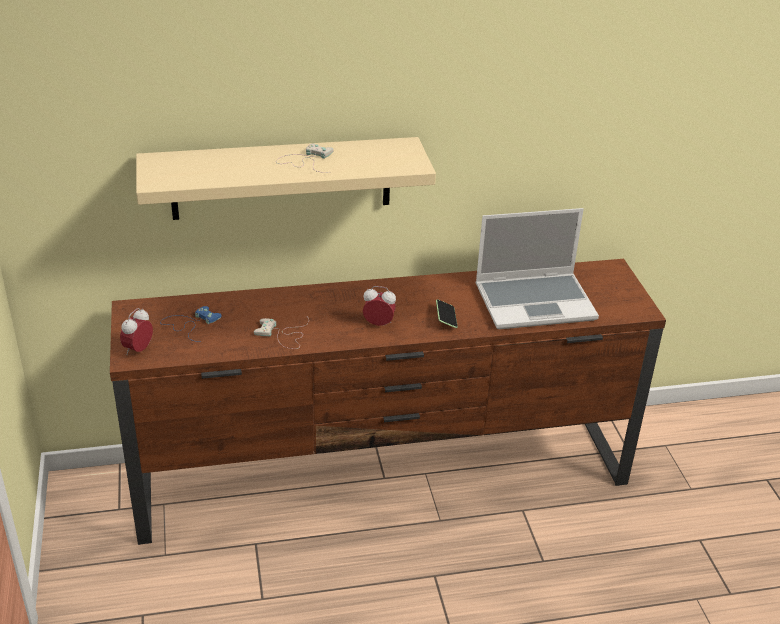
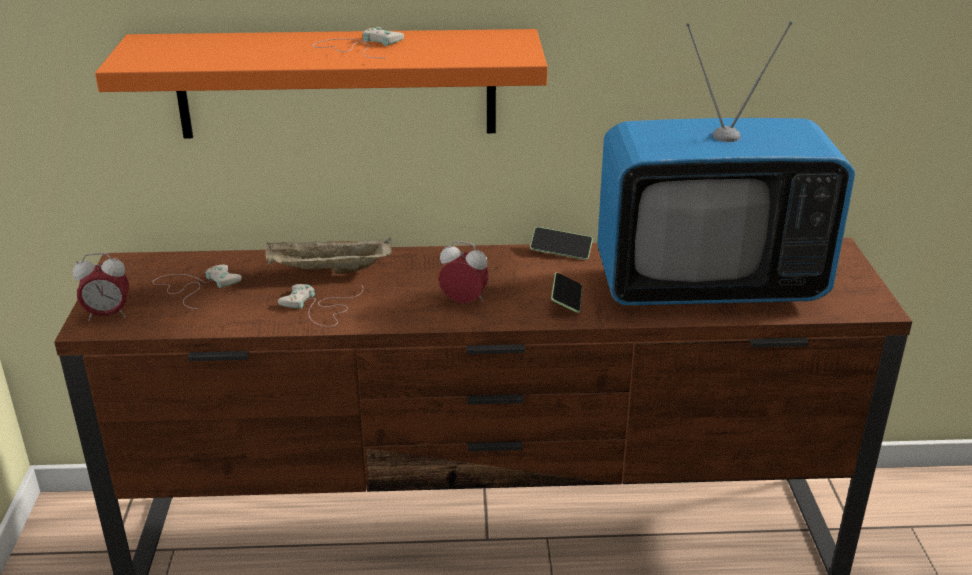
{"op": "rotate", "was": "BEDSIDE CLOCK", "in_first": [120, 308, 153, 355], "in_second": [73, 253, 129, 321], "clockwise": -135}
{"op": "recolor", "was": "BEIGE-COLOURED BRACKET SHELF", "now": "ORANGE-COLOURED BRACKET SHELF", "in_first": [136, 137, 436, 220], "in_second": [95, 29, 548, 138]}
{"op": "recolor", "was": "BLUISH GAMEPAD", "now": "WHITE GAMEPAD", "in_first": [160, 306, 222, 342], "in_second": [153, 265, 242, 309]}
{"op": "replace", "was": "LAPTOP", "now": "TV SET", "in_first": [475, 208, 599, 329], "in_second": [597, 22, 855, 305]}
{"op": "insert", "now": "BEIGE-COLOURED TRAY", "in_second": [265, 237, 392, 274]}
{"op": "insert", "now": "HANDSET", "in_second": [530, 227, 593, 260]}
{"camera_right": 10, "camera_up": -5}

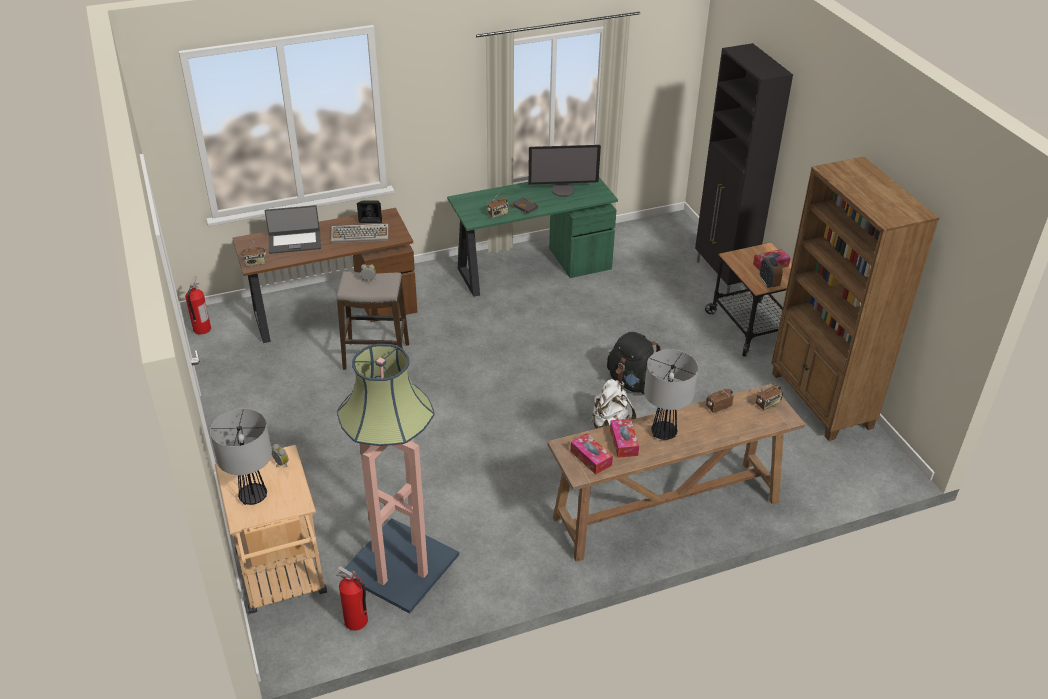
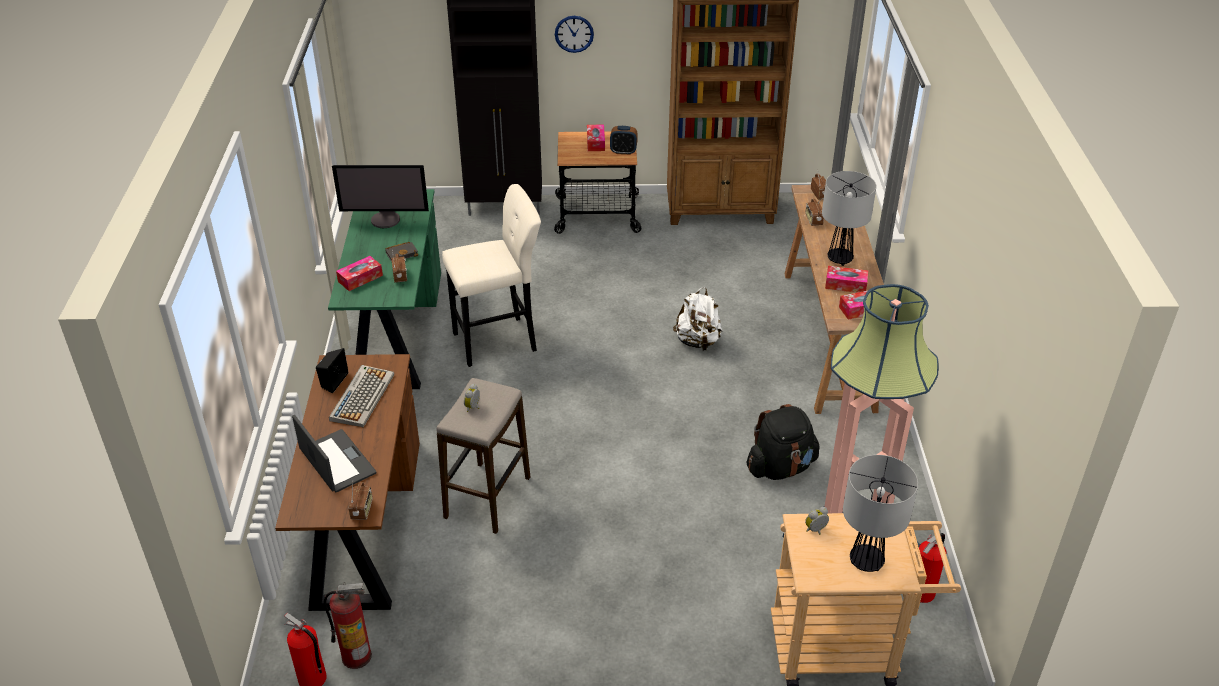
{"op": "rotate", "was": "LAPTOP", "in_first": [265, 205, 321, 254], "in_second": [292, 415, 376, 492], "clockwise": -45}
{"op": "rotate", "was": "COMPUTER SCREEN", "in_first": [528, 145, 601, 197], "in_second": [332, 165, 429, 228], "clockwise": 75}
{"op": "move", "was": "BLACK BACKPACK", "in_first": [607, 332, 661, 394], "in_second": [747, 404, 820, 480]}
{"op": "insert", "now": "FIRE EXTINGUISHER", "in_second": [324, 583, 372, 669]}
{"op": "insert", "now": "TISSUE BOX", "in_second": [336, 256, 383, 291]}
{"op": "insert", "now": "BEIGE-COLOURED STOOL", "in_second": [442, 184, 541, 367]}
{"op": "insert", "now": "CLOCK ON THE WALL", "in_second": [555, 16, 594, 53]}
{"camera_right": -70, "camera_up": 0}

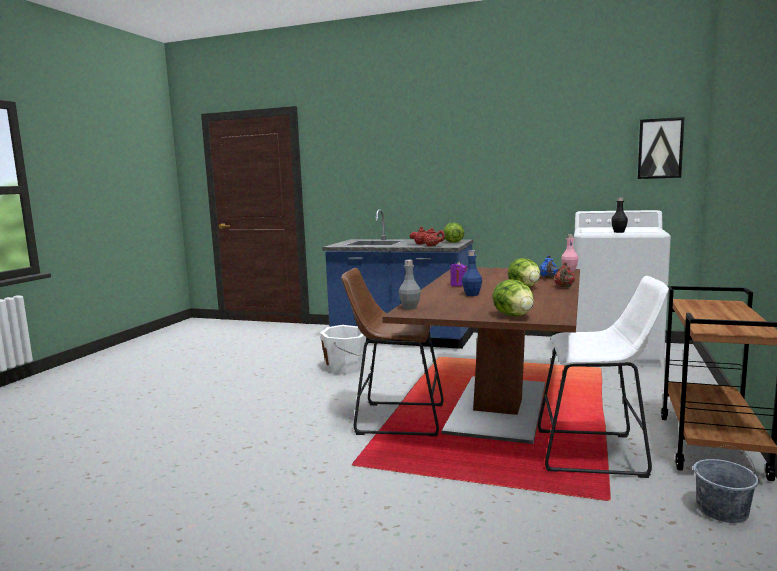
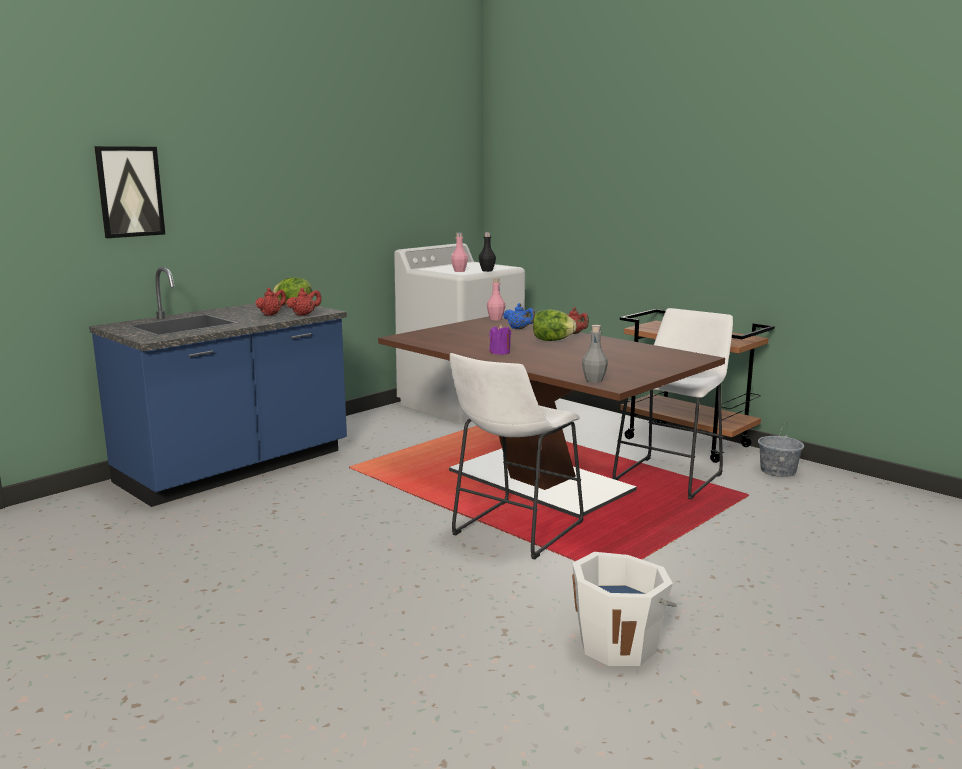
{"op": "move", "was": "WHITE BUCKET", "in_first": [320, 325, 366, 374], "in_second": [572, 552, 677, 666]}
{"op": "recolor", "was": "BROWNISH STOOL", "now": "WHITE STOOL", "in_first": [341, 268, 444, 436], "in_second": [450, 353, 584, 559]}
{"op": "delete", "was": "BLUISH BEVERAGE BOTTLE", "in_first": [462, 250, 482, 296]}
{"op": "delete", "was": "LETTUCE HEAD", "in_first": [492, 279, 534, 316]}
{"op": "move", "was": "WALL PICTURE", "in_first": [637, 117, 685, 179], "in_second": [94, 146, 165, 238]}
{"op": "insert", "now": "PINKISH BEVERAGE BOTTLE", "in_second": [451, 233, 468, 272]}
{"camera_right": -65, "camera_up": 5}

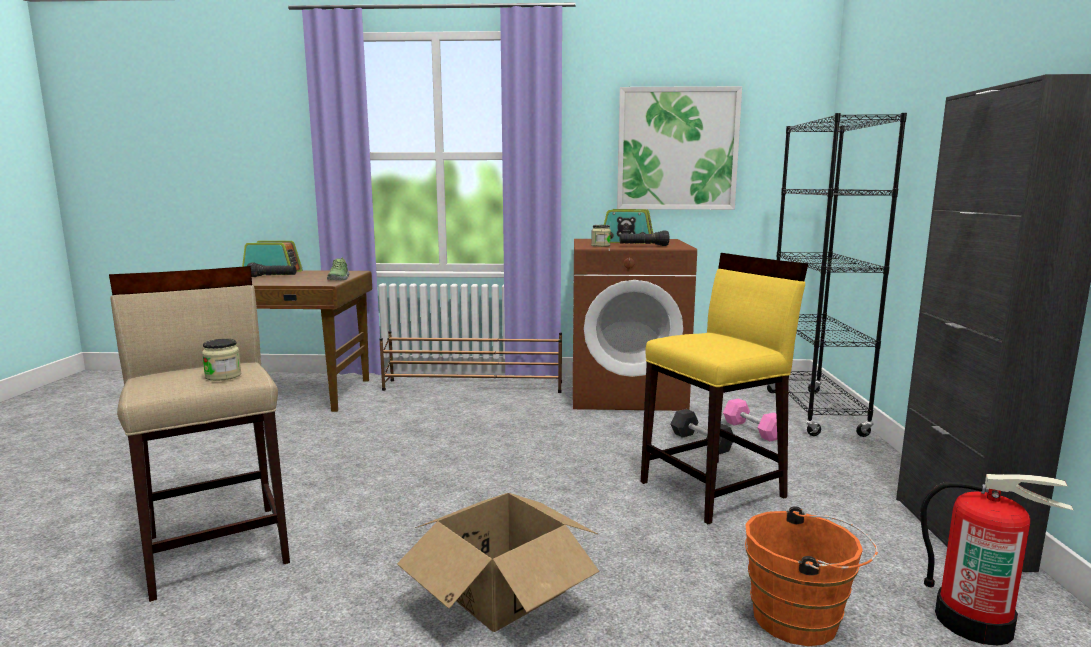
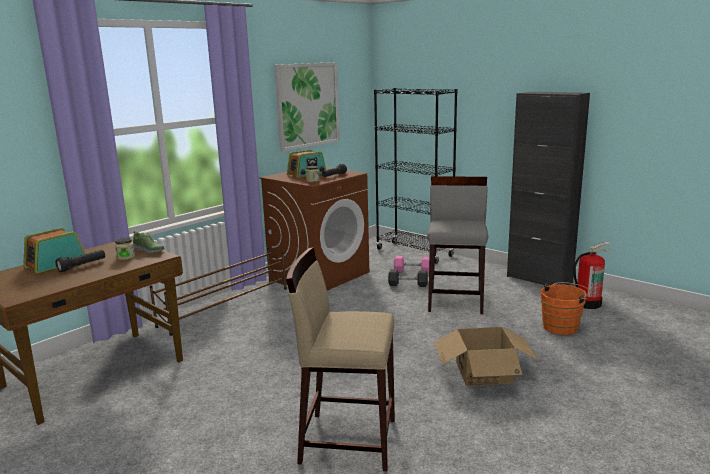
{"op": "move", "was": "PRESERVE JAR", "in_first": [202, 339, 241, 381], "in_second": [115, 238, 135, 260]}
{"op": "recolor", "was": "YELLOW STOOL", "now": "GREY STOOL", "in_first": [641, 253, 808, 524], "in_second": [427, 176, 488, 314]}
{"camera_right": -50, "camera_up": 5}

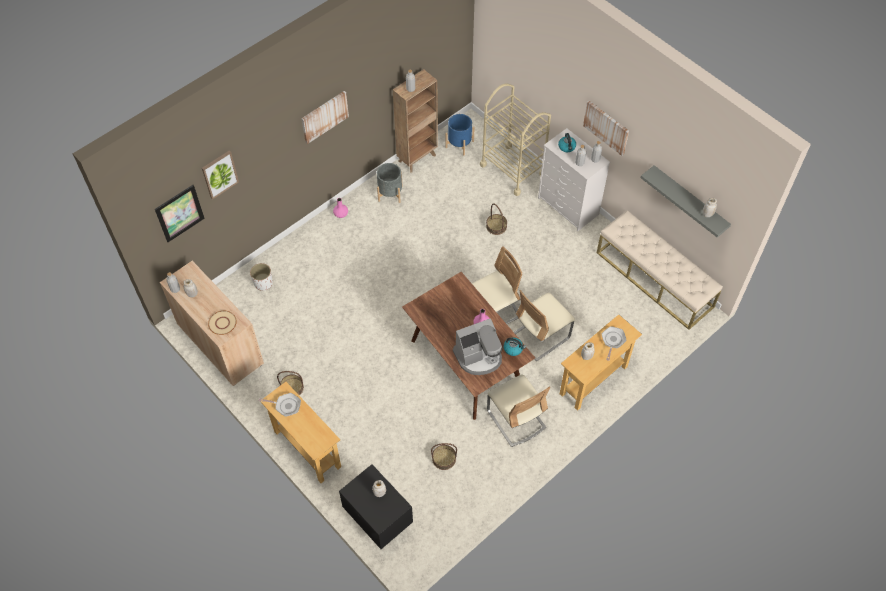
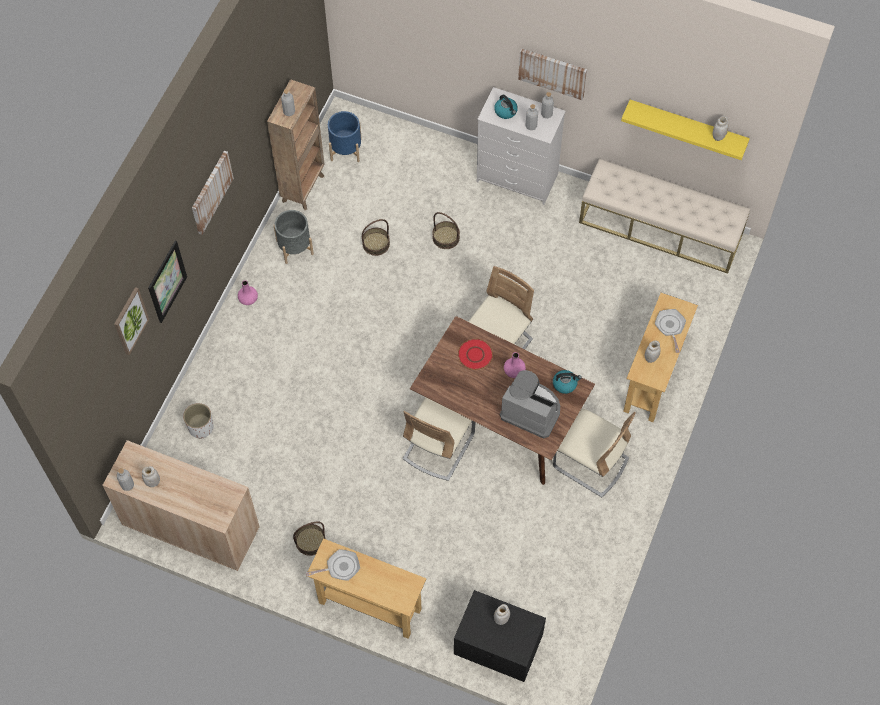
{"op": "move", "was": "WALL PICTURE", "in_first": [155, 185, 204, 242], "in_second": [148, 241, 187, 323]}
{"op": "delete", "was": "BEIGE-COLOURED DINNER PLATE", "in_first": [208, 311, 237, 335]}
{"op": "move", "was": "STORAGE BASKET", "in_first": [431, 443, 457, 470], "in_second": [362, 219, 390, 256]}
{"op": "rotate", "was": "COFFEE BREWER", "in_first": [453, 318, 503, 375], "in_second": [500, 370, 560, 439], "clockwise": -105}
{"op": "delete", "was": "BEIGE-COLOURED WHEELED CART", "in_first": [480, 83, 551, 196]}
{"op": "move", "was": "BEIGE-COLOURED CHAIR", "in_first": [514, 290, 575, 361], "in_second": [403, 397, 475, 481]}
{"op": "recolor", "was": "GREY BRACKET SHELF", "now": "YELLOW BRACKET SHELF", "in_first": [640, 165, 731, 237], "in_second": [621, 100, 750, 160]}
{"op": "insert", "now": "RED-COLOURED DINNER PLATE", "in_second": [458, 339, 493, 370]}
{"camera_right": -25, "camera_up": 5}

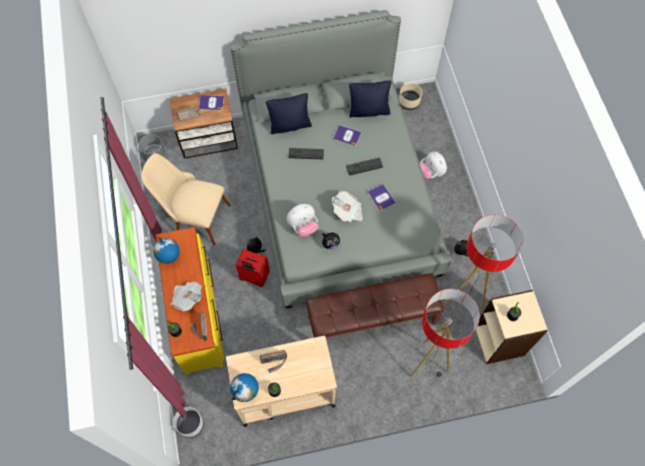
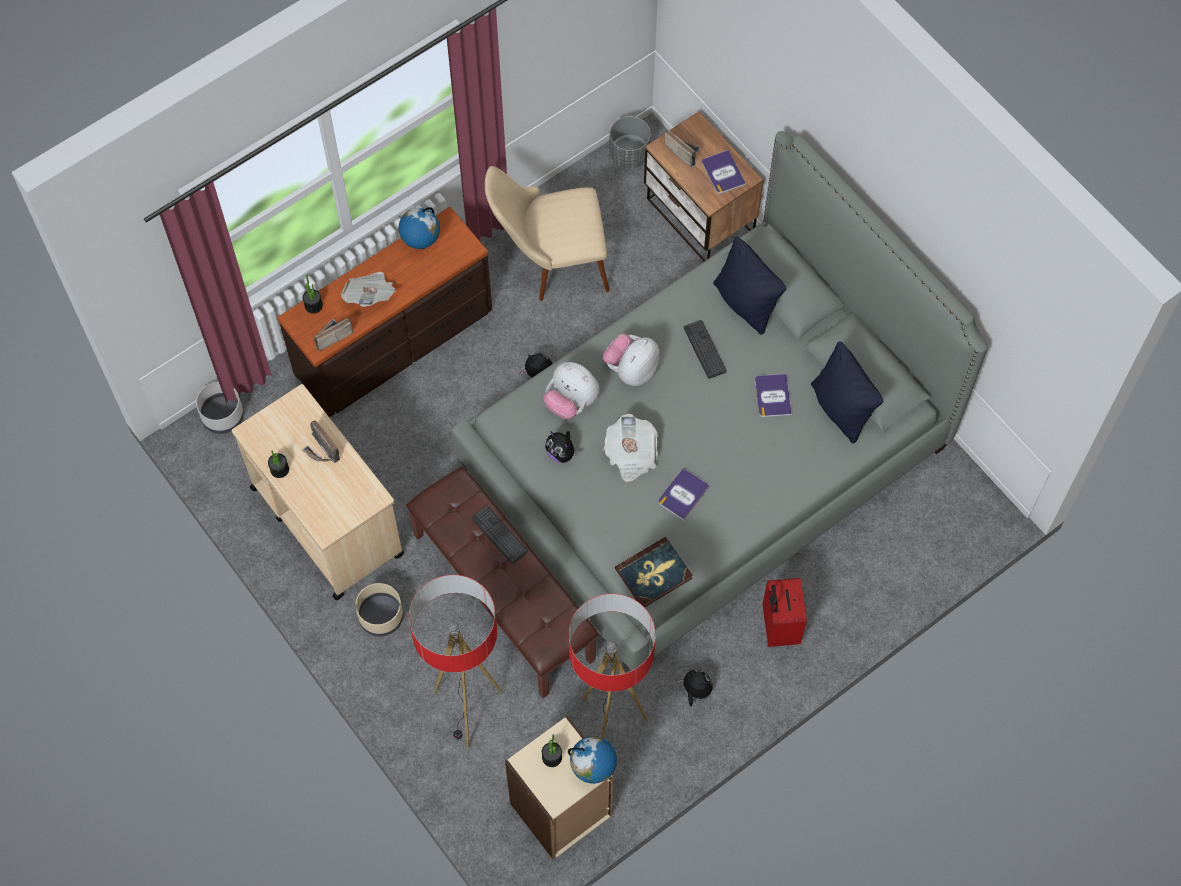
{"op": "rotate", "was": "BEIGE-COLOURED CHAIR", "in_first": [141, 153, 231, 245], "in_second": [485, 166, 609, 301], "clockwise": -90}
{"op": "recolor", "was": "YELLOW DRESSER", "now": "BROWNISH DRESSER", "in_first": [155, 227, 224, 374], "in_second": [277, 207, 492, 418]}
{"op": "move", "was": "WORLD GLOBE", "in_first": [230, 373, 259, 402], "in_second": [568, 736, 617, 784]}
{"op": "move", "was": "RED-COLOURED SUITCASE", "in_first": [236, 249, 269, 287], "in_second": [763, 578, 807, 647]}
{"op": "move", "was": "KEYBOARD", "in_first": [346, 158, 383, 176], "in_second": [472, 506, 528, 564]}
{"op": "move", "was": "BEIGE-COLOURED PLANTER", "in_first": [399, 83, 422, 110], "in_second": [355, 583, 403, 636]}
{"op": "move", "was": "SOFT TOY", "in_first": [420, 151, 447, 179], "in_second": [603, 334, 660, 386]}
{"op": "insert", "now": "BOOK", "in_second": [615, 537, 693, 607]}
{"camera_right": 65, "camera_up": 0}

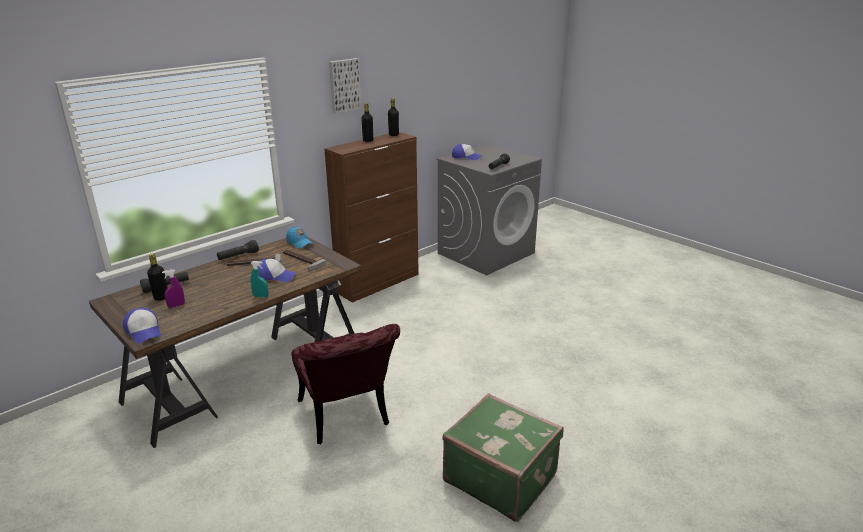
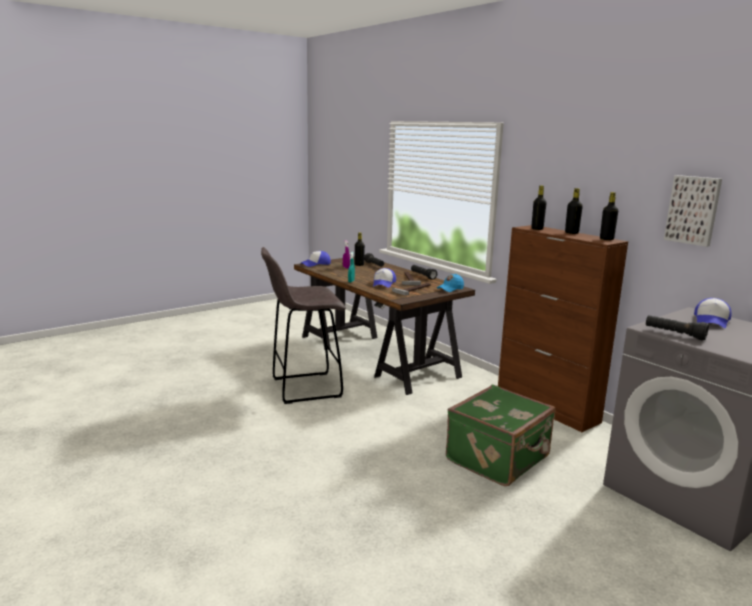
{"op": "replace", "was": "RED-COLOURED CHAIR", "now": "GREY STOOL", "in_first": [291, 324, 400, 444], "in_second": [261, 247, 346, 404]}
{"op": "move", "was": "WALL PICTURE", "in_first": [329, 58, 362, 114], "in_second": [664, 175, 722, 247]}
{"op": "move", "was": "GREEN SUITCASE", "in_first": [442, 394, 563, 522], "in_second": [446, 385, 556, 486]}
{"op": "insert", "now": "BLACK BEVERAGE BOTTLE", "in_second": [531, 186, 546, 230]}
{"camera_right": 95, "camera_up": -10}

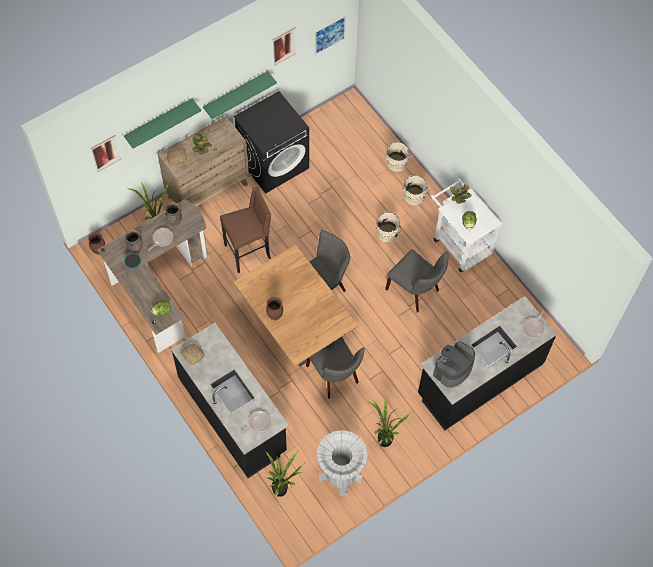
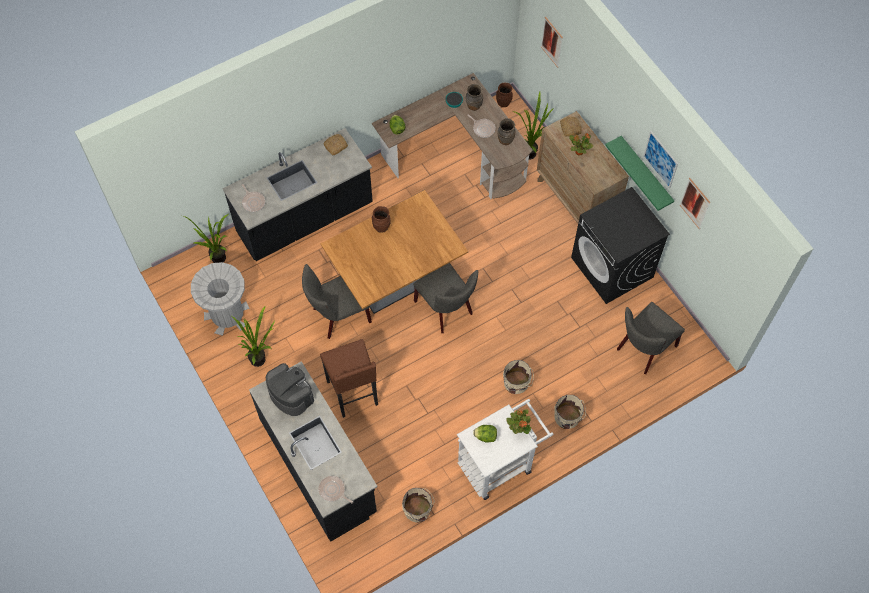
{"op": "delete", "was": "GREEN BRACKET SHELF", "in_first": [124, 98, 201, 149]}
{"op": "move", "was": "BROWNISH STOOL", "in_first": [220, 187, 271, 273], "in_second": [320, 339, 378, 418]}
{"op": "move", "was": "WALL PICTURE", "in_first": [315, 15, 346, 55], "in_second": [643, 131, 678, 189]}
{"op": "move", "was": "GREY CHAIR", "in_first": [385, 249, 448, 312], "in_second": [617, 302, 685, 374]}
{"op": "move", "was": "BEIGE-COLOURED BUCKET", "in_first": [386, 142, 411, 172], "in_second": [402, 488, 435, 523]}
{"camera_right": 95, "camera_up": 0}

